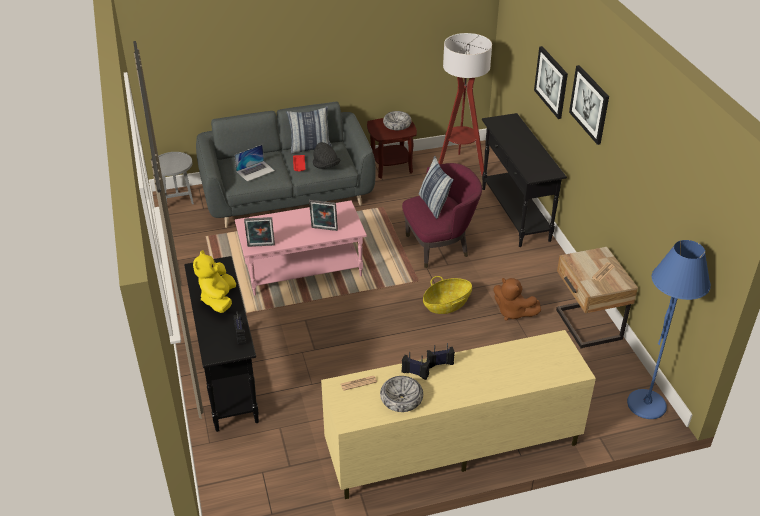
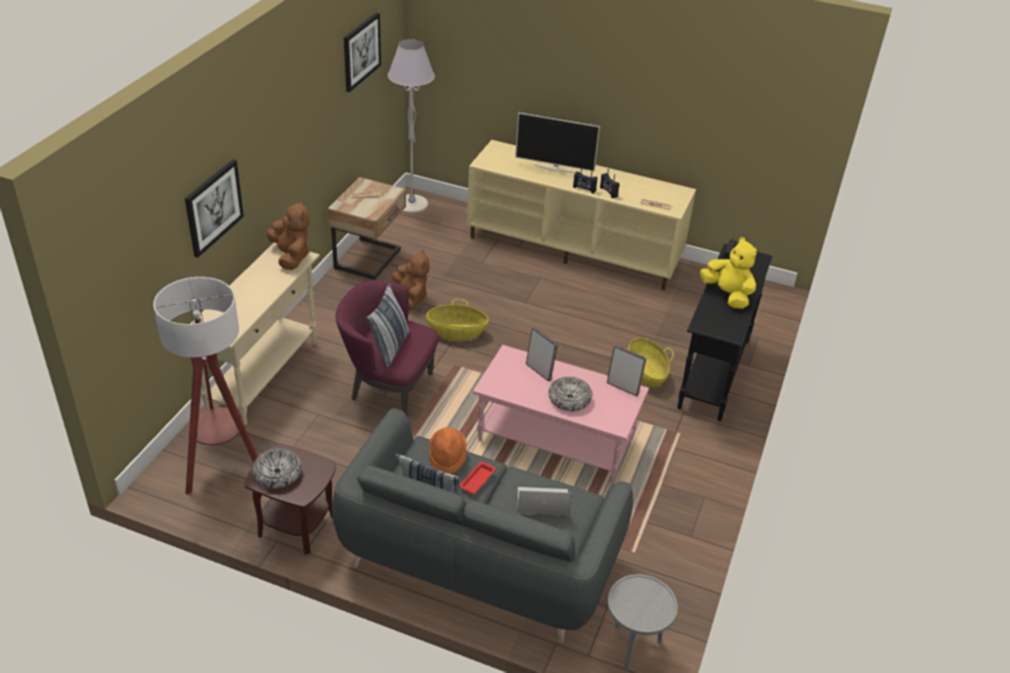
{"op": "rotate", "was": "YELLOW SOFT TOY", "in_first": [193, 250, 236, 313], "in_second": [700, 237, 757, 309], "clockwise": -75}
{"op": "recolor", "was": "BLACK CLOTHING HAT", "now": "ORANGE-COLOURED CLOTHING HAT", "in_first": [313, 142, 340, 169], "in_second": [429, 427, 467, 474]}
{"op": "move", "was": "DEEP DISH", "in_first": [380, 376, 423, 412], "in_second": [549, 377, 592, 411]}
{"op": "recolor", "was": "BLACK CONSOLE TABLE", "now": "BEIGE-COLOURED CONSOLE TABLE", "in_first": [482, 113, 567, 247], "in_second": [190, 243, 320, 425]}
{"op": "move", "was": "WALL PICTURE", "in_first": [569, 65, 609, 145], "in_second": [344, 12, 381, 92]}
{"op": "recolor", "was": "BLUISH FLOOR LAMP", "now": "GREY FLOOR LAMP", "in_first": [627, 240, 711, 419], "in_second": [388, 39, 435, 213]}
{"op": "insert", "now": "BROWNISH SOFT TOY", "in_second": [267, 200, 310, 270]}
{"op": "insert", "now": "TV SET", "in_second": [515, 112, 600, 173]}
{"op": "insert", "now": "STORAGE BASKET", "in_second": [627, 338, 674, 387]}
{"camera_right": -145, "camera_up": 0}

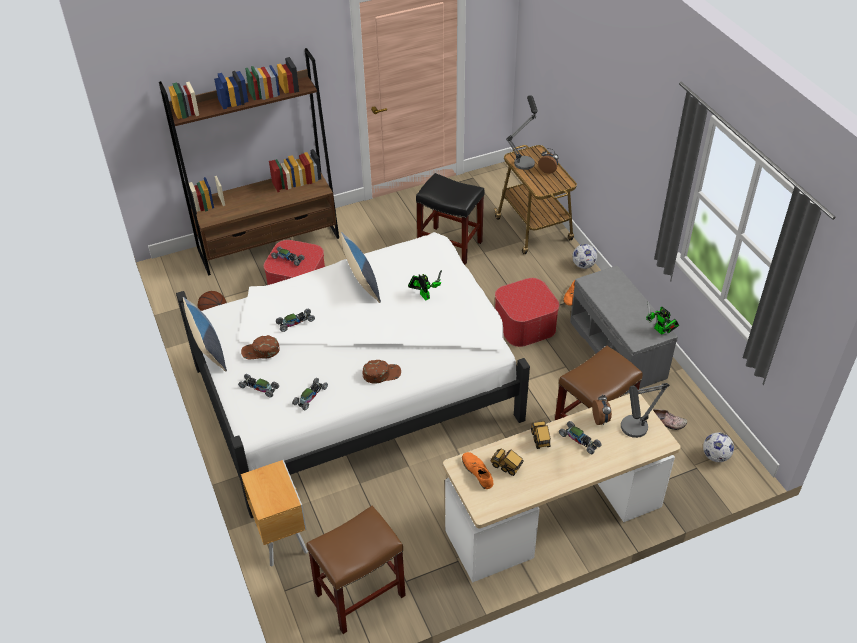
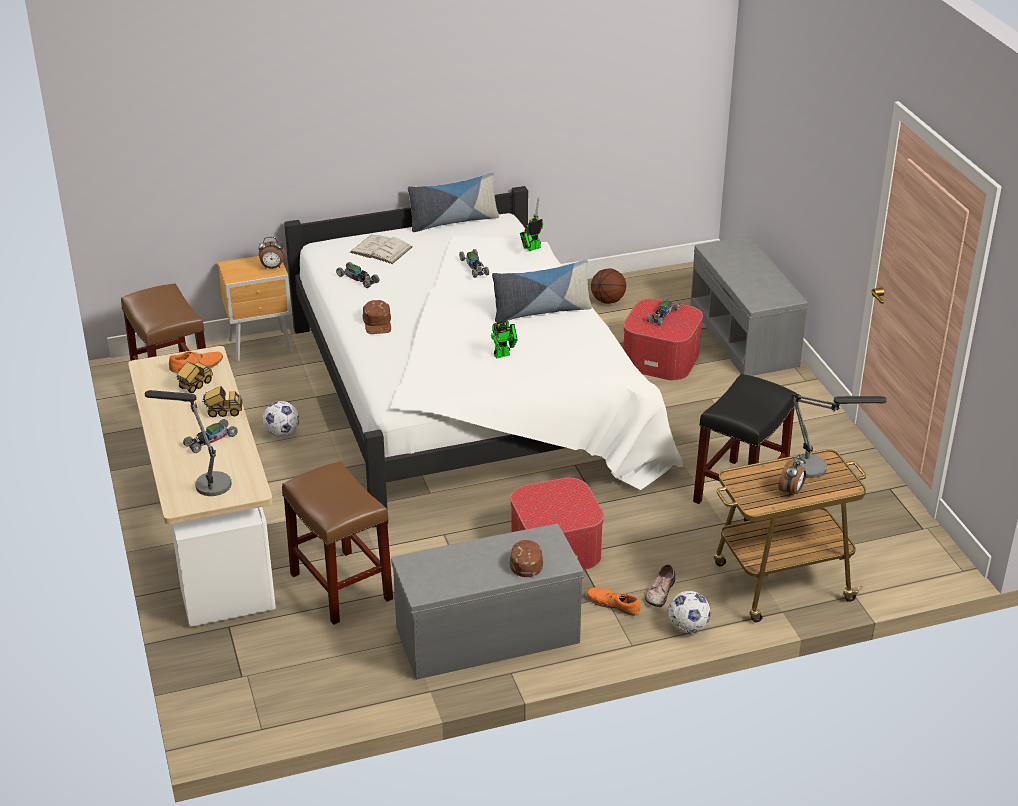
{"op": "replace", "was": "BROWNISH BOOKCASE", "now": "GREY BENCH", "in_first": [159, 48, 339, 276], "in_second": [690, 236, 808, 376]}
{"op": "replace", "was": "MINIATURE CAR", "now": "WHITE BOOK", "in_first": [238, 374, 279, 398], "in_second": [350, 235, 412, 264]}
{"op": "move", "was": "BROWNISH PEAKED CAP", "in_first": [241, 335, 280, 359], "in_second": [510, 540, 543, 577]}
{"op": "move", "was": "BEDSIDE CLOCK", "in_first": [592, 394, 612, 425], "in_second": [258, 237, 286, 269]}
{"op": "move", "was": "ROBOT FIGURE", "in_first": [646, 301, 679, 335], "in_second": [520, 197, 543, 251]}
{"op": "move", "was": "LOW SHOE", "in_first": [652, 409, 687, 430], "in_second": [645, 564, 676, 607]}
{"op": "move", "was": "FOOTBALL BALL", "in_first": [703, 432, 734, 462], "in_second": [263, 401, 299, 437]}
{"camera_right": 95, "camera_up": -10}

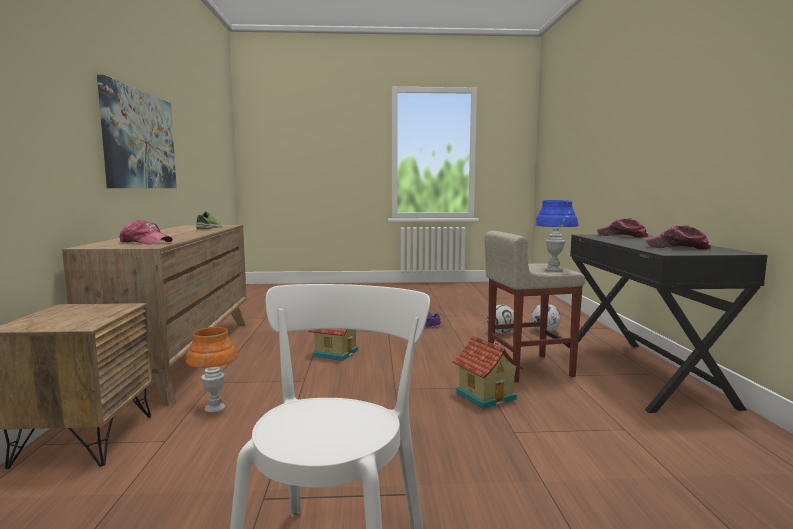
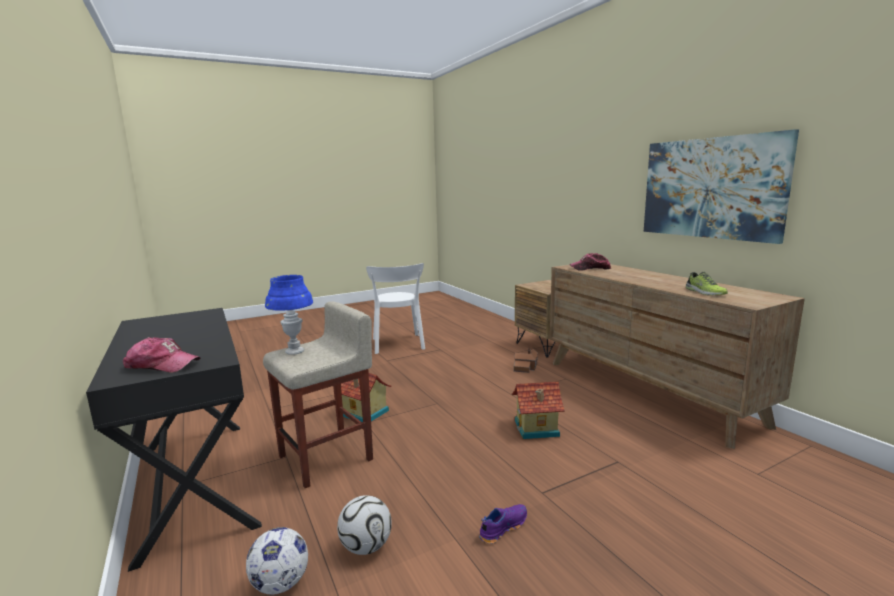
{"op": "replace", "was": "ORANGE-COLOURED TABLE LAMP", "now": "MINIATURE HOUSE", "in_first": [186, 327, 238, 413], "in_second": [514, 348, 538, 373]}
{"op": "delete", "was": "PEAKED CAP", "in_first": [644, 225, 711, 250]}
{"camera_right": 155, "camera_up": 5}

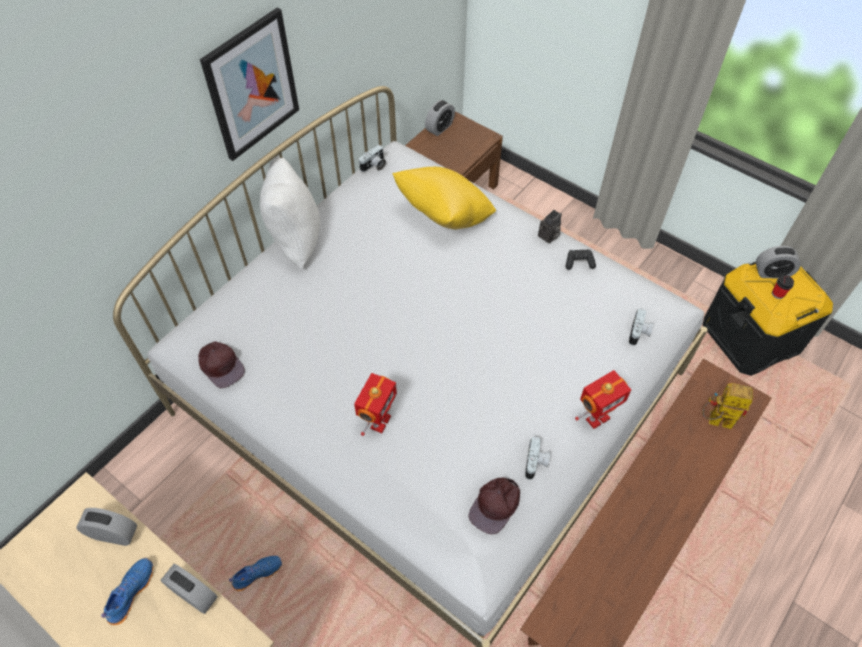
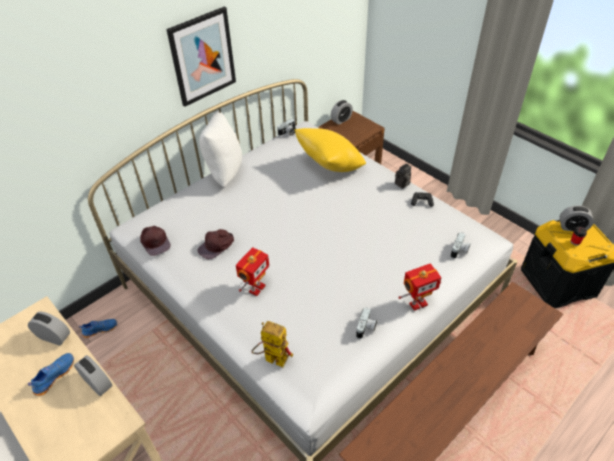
{"op": "move", "was": "BLUISH LOW SHOE", "in_first": [229, 556, 282, 591], "in_second": [79, 319, 117, 338]}
{"op": "move", "was": "BROWNISH PEAKED CAP", "in_first": [468, 477, 520, 534], "in_second": [198, 229, 234, 259]}
{"op": "move", "was": "ROBOT FIGURE", "in_first": [702, 383, 753, 429], "in_second": [251, 321, 293, 367]}
{"camera_right": 10, "camera_up": -10}

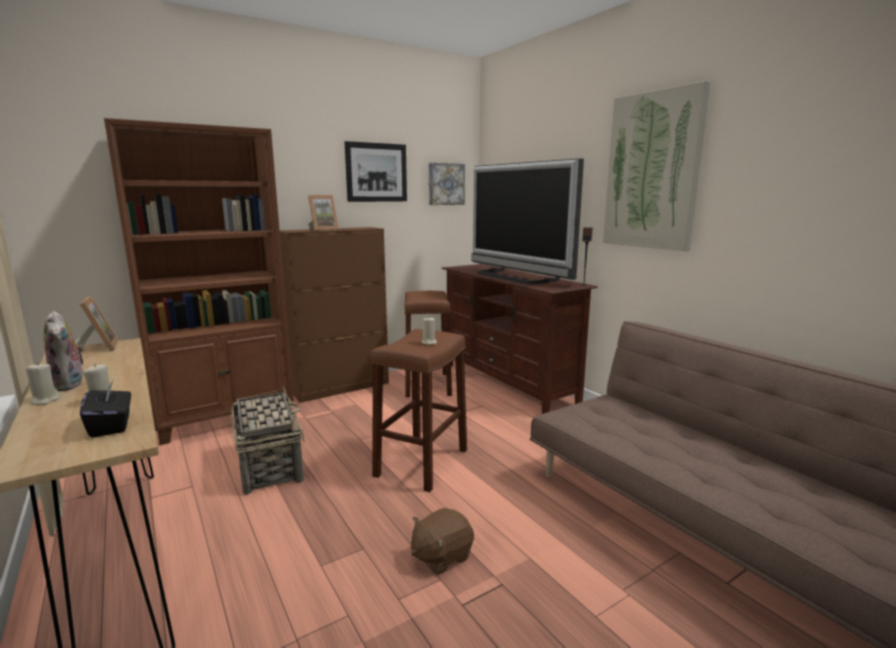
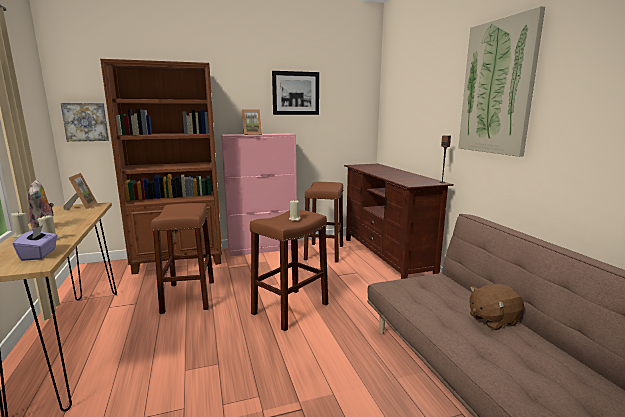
{"op": "recolor", "was": "BLACK TISSUE BOX", "now": "PURPLE TISSUE BOX", "in_first": [80, 379, 131, 438], "in_second": [13, 225, 58, 261]}
{"op": "replace", "was": "STORAGE BASKET", "now": "BROWNISH STOOL", "in_first": [231, 386, 305, 495], "in_second": [151, 203, 214, 314]}
{"op": "recolor", "was": "BROWNISH CABINET", "now": "PINKISH CABINET", "in_first": [280, 227, 389, 403], "in_second": [221, 133, 297, 256]}
{"op": "move", "was": "BROWNISH SOFT TOY", "in_first": [411, 508, 474, 574], "in_second": [469, 284, 524, 330]}
{"op": "move", "was": "WALL PICTURE", "in_first": [429, 163, 465, 205], "in_second": [61, 103, 109, 142]}
{"op": "delete", "was": "TV SET", "in_first": [471, 158, 584, 285]}
{"camera_right": 15, "camera_up": 0}

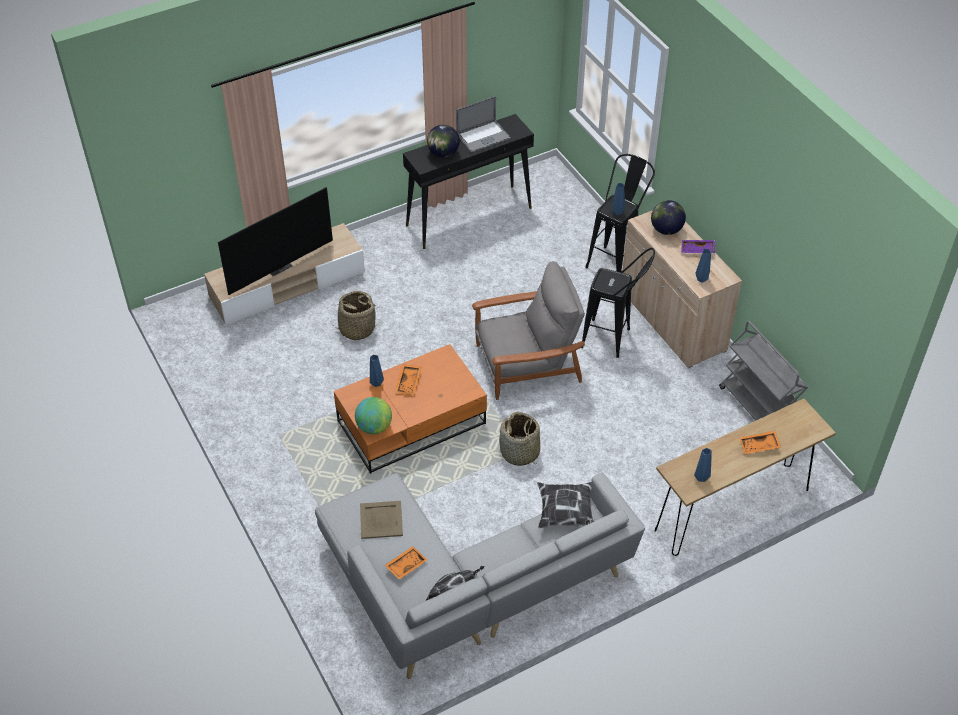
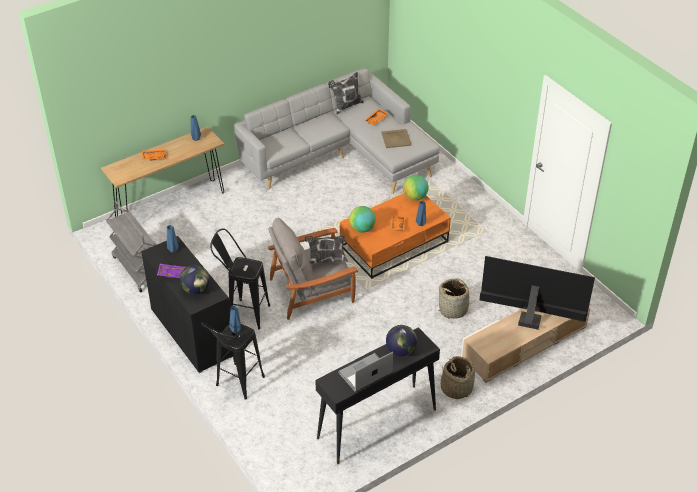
{"op": "rotate", "was": "TV SET", "in_first": [218, 187, 333, 295], "in_second": [479, 256, 595, 330], "clockwise": 60}
{"op": "move", "was": "STORAGE BASKET", "in_first": [499, 412, 540, 466], "in_second": [441, 356, 475, 399]}
{"op": "move", "was": "THROW PILLOW", "in_first": [537, 482, 597, 528], "in_second": [305, 235, 348, 264]}
{"op": "recolor", "was": "BEIGE-COLOURED CABINET", "now": "BLACK CABINET", "in_first": [622, 210, 742, 368], "in_second": [141, 236, 233, 373]}
{"op": "insert", "now": "WORLD GLOBE", "in_second": [349, 206, 376, 233]}
{"camera_right": 175, "camera_up": -5}

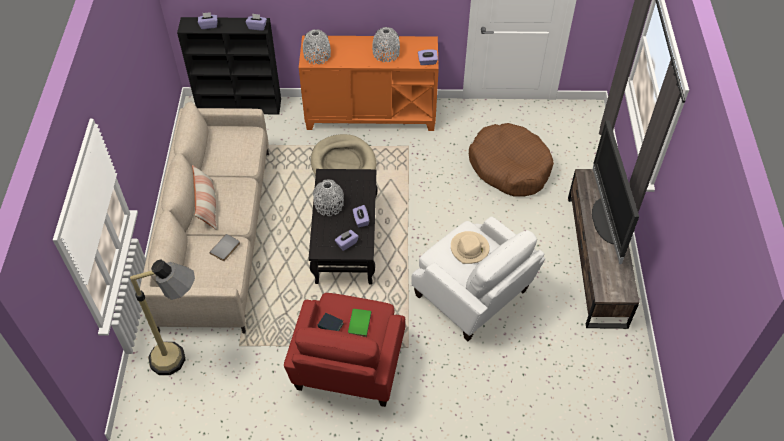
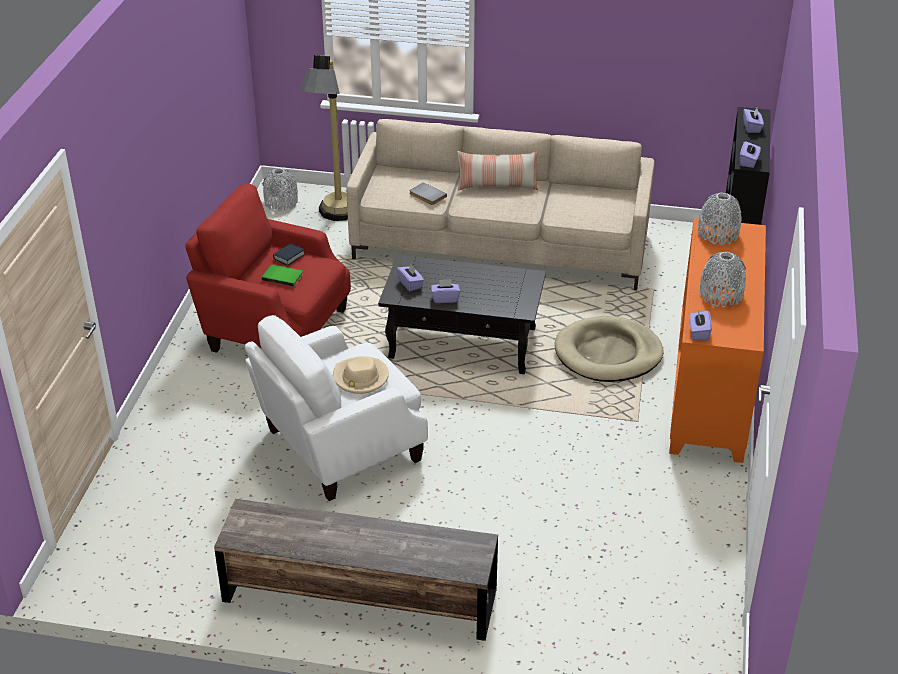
{"op": "move", "was": "GREY FLOWER VASE", "in_first": [313, 180, 344, 216], "in_second": [263, 168, 298, 211]}
{"op": "delete", "was": "BROWNISH DOG CUSHION", "in_first": [469, 123, 554, 197]}
{"op": "delete", "was": "TV SET", "in_first": [592, 120, 639, 264]}
{"camera_right": 100, "camera_up": -15}

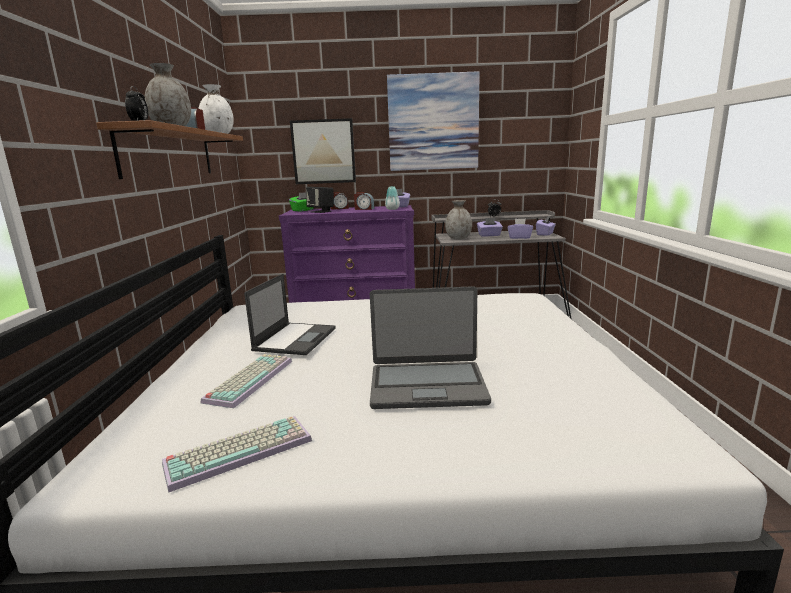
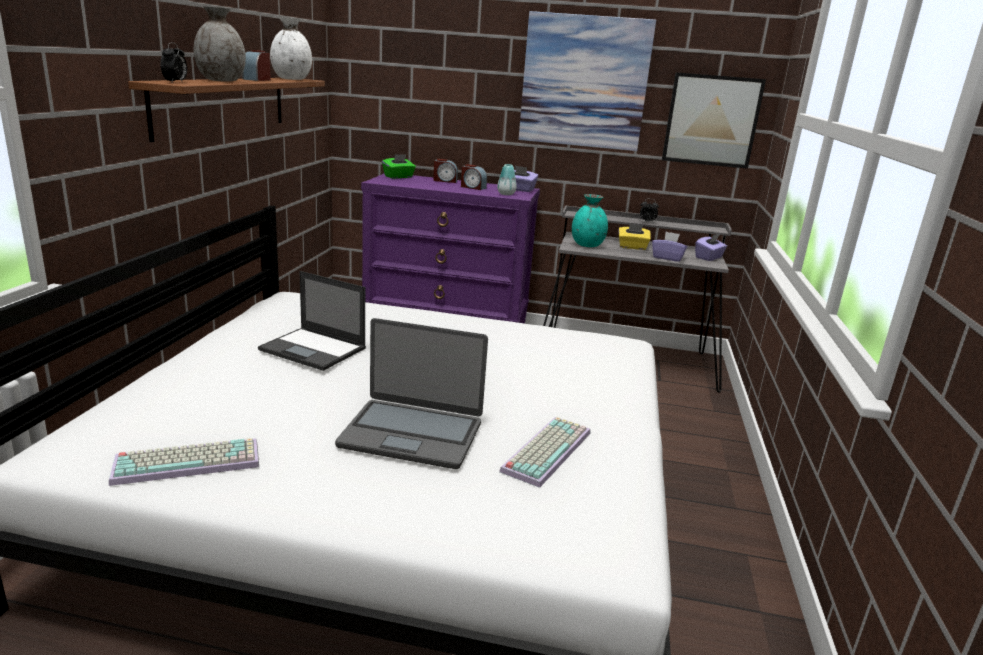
{"op": "move", "was": "KEYBOARD", "in_first": [201, 354, 292, 408], "in_second": [499, 417, 590, 488]}
{"op": "rotate", "was": "LAPTOP", "in_first": [244, 274, 336, 355], "in_second": [258, 271, 366, 371], "clockwise": 90}
{"op": "move", "was": "WALL PICTURE", "in_first": [290, 118, 356, 184], "in_second": [662, 72, 766, 169]}
{"op": "delete", "was": "BLACK SPEAKER", "in_first": [306, 187, 334, 213]}
{"op": "recolor", "was": "GREY FLOWER VASE", "now": "BLUE-GREEN FLOWER VASE", "in_first": [445, 200, 472, 239], "in_second": [572, 194, 608, 247]}
{"op": "recolor", "was": "PURPLE TISSUE BOX", "now": "YELLOW TISSUE BOX", "in_first": [477, 218, 503, 237], "in_second": [618, 223, 651, 250]}
{"camera_right": 10, "camera_up": 5}

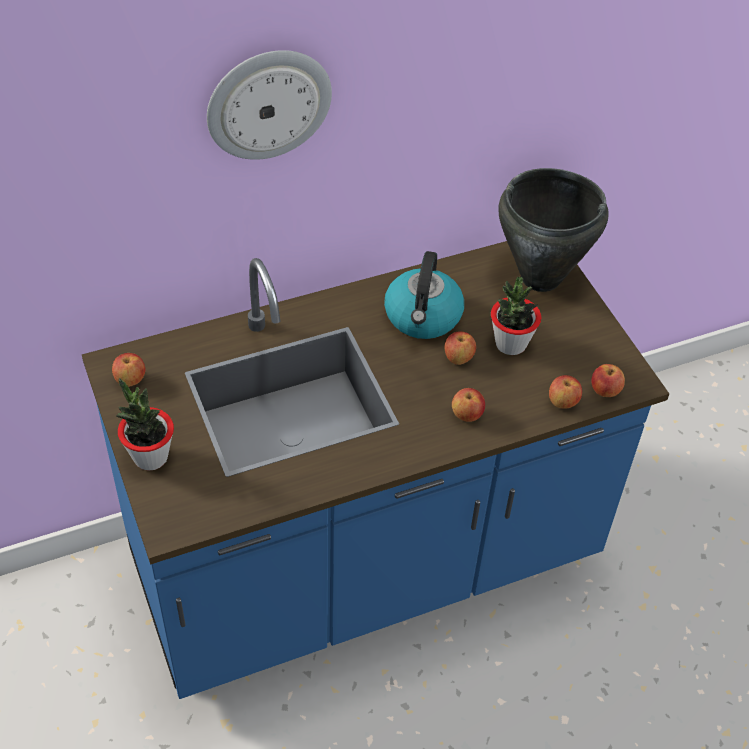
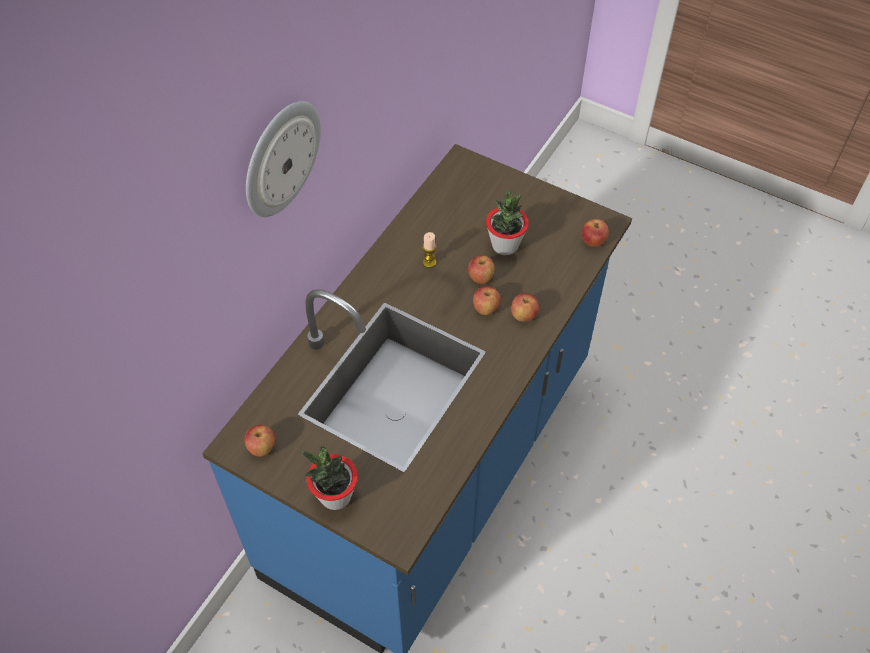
{"op": "replace", "was": "TEA KETTLE", "now": "WAX LIGHT", "in_first": [384, 251, 464, 339], "in_second": [422, 232, 437, 268]}
{"op": "delete", "was": "BLACK STOCKPOT", "in_first": [498, 168, 609, 292]}
{"op": "move", "was": "APPLE FRUIT", "in_first": [549, 375, 582, 409], "in_second": [473, 286, 501, 315]}
{"camera_right": -35, "camera_up": 5}

